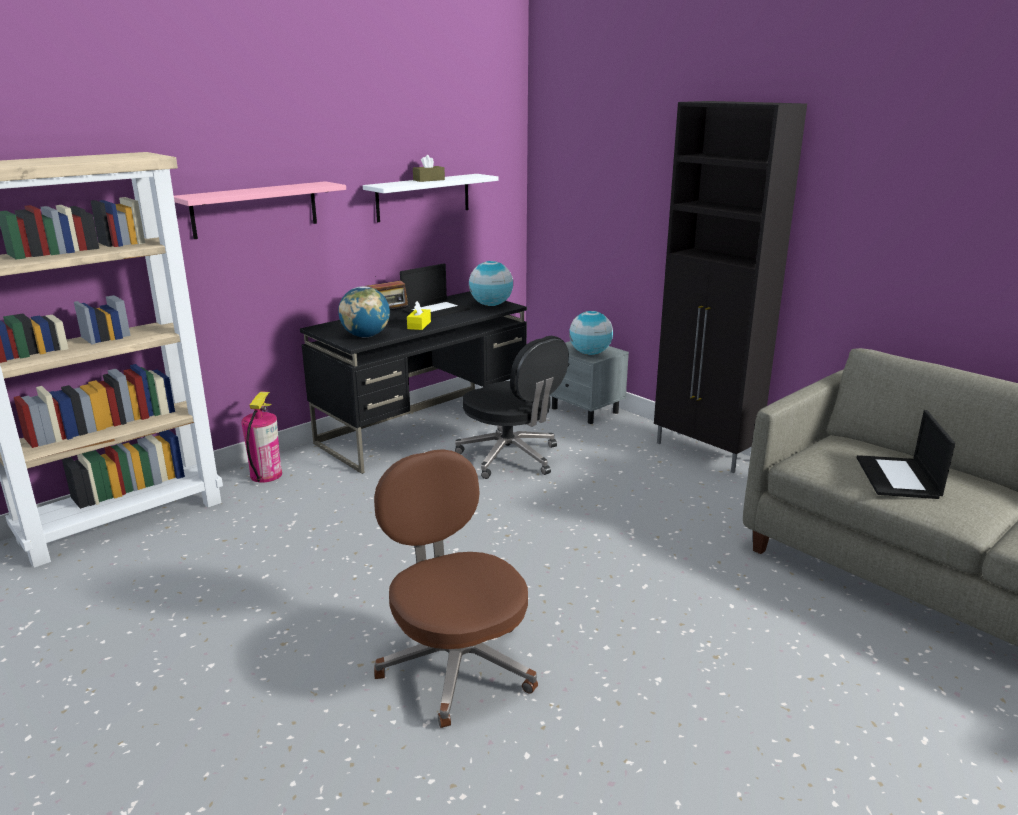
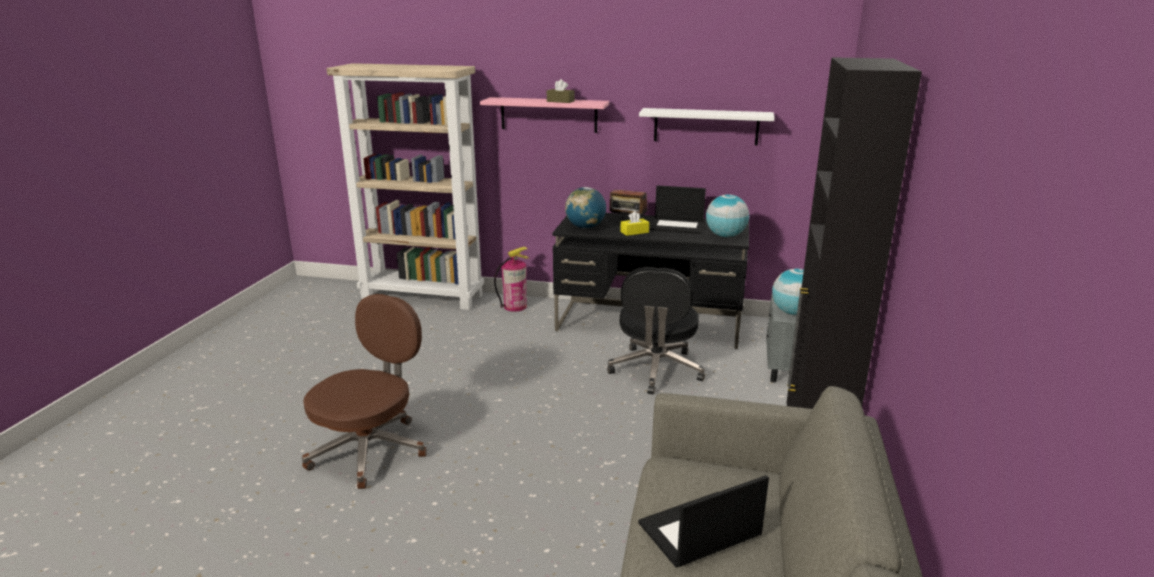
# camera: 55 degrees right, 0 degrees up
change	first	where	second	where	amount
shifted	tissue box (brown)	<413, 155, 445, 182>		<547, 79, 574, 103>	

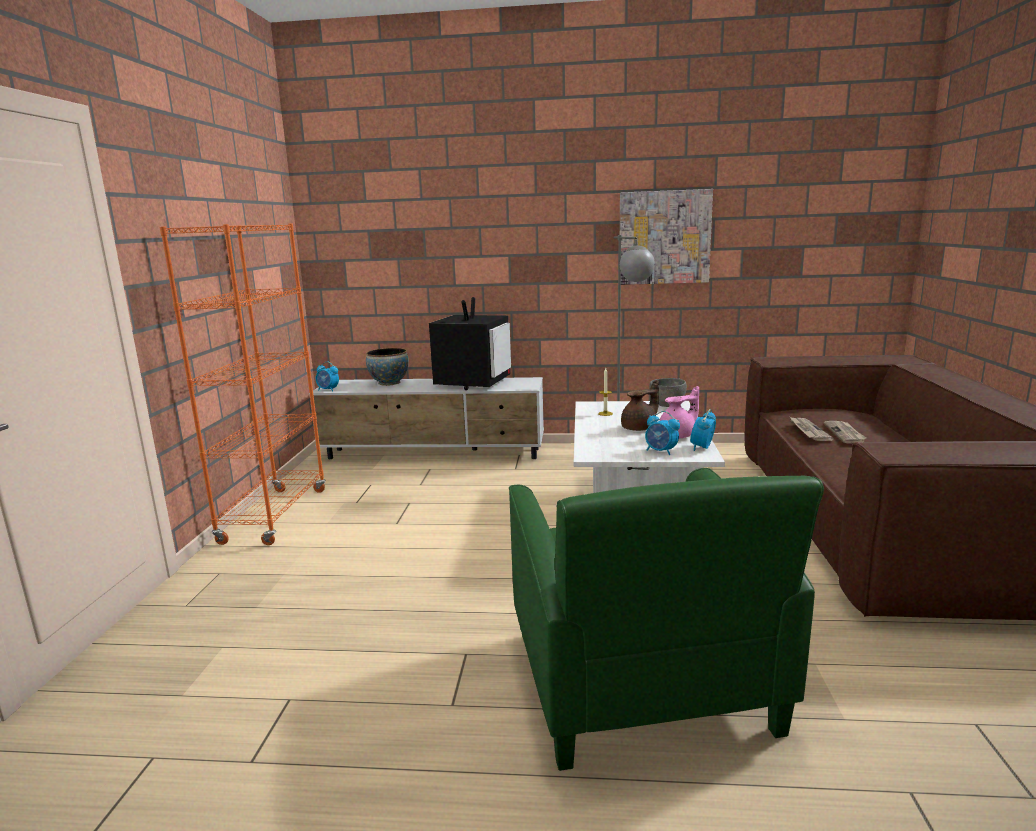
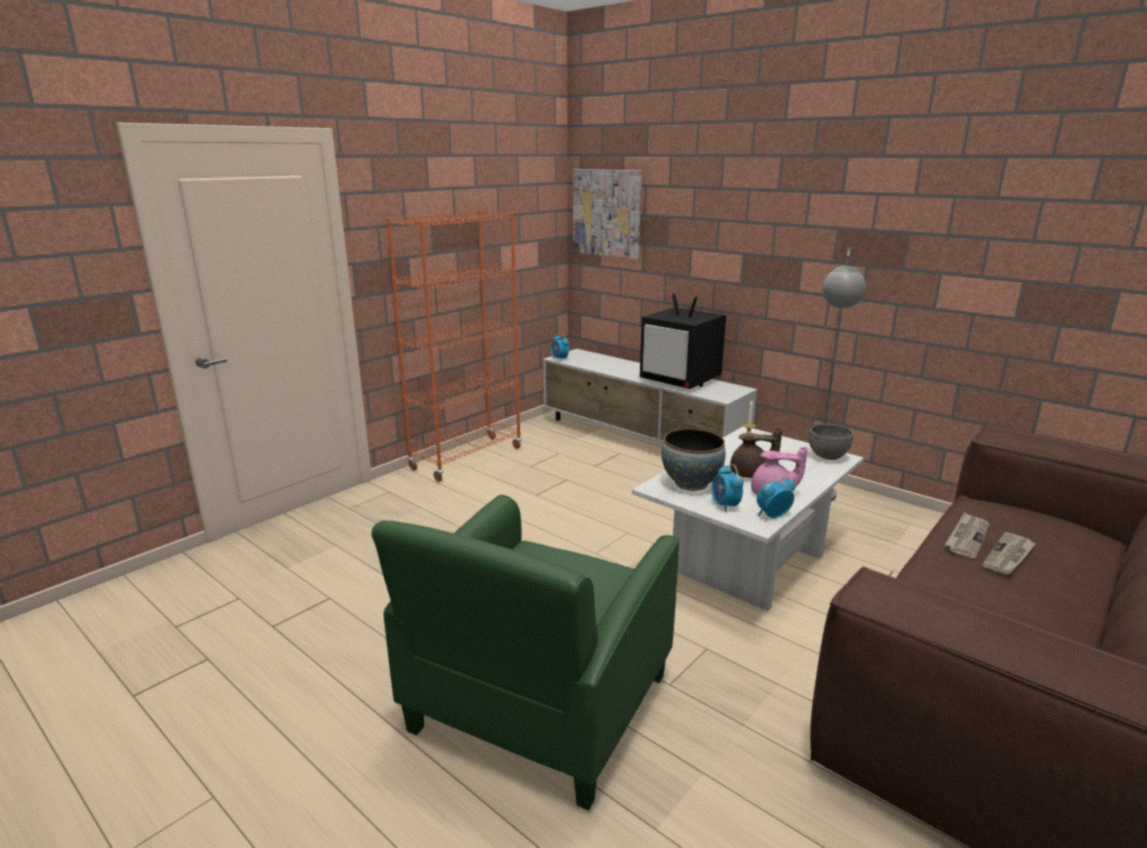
# camera: 35 degrees right, 5 degrees up
change	first	where	second	where	amount
shifted	bowl	<366, 348, 409, 386>		<661, 429, 726, 491>	
rotated	television	<429, 297, 511, 390>		<640, 293, 726, 389>	75 degrees clockwise
shifted	picture	<620, 189, 713, 285>		<573, 169, 642, 260>	

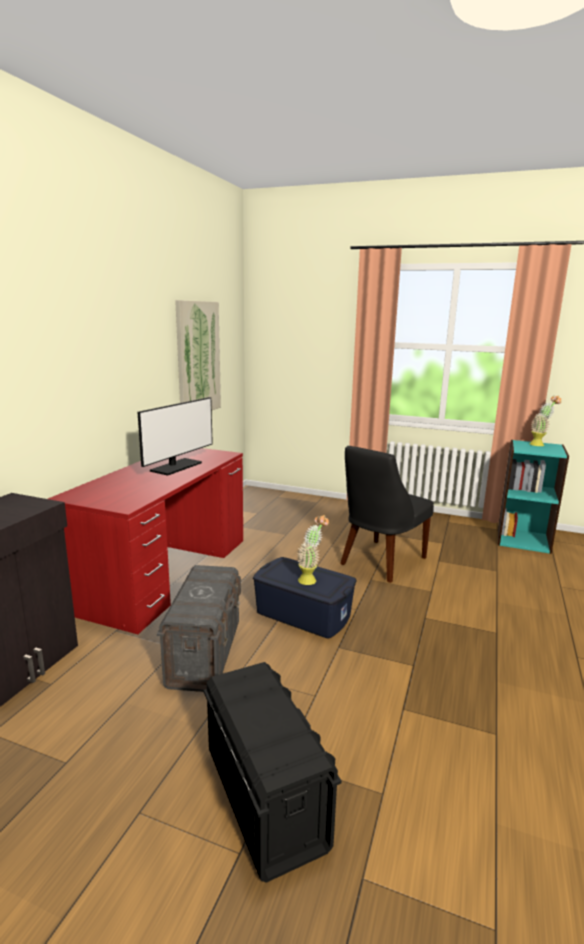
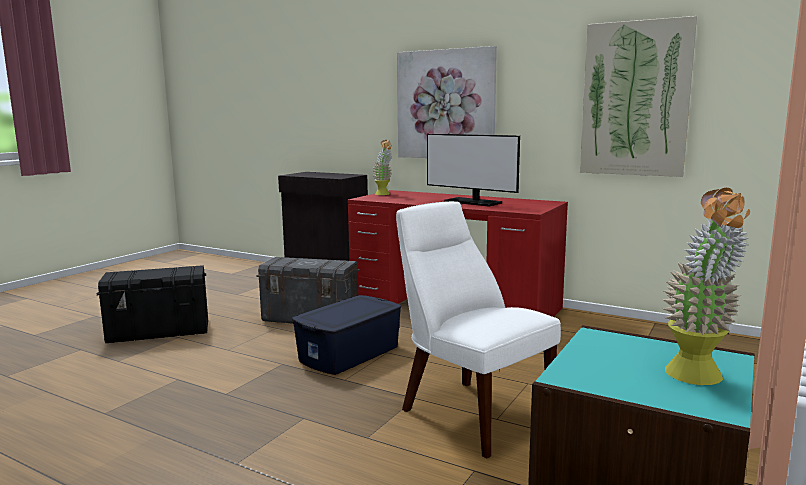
# camera: 100 degrees right, 5 degrees down
change	first	where	second	where	amount
shifted	potted plant	<297, 515, 329, 585>		<373, 140, 392, 195>	
repainted	chair (black)	<340, 446, 434, 583>	chair (white)	<396, 201, 561, 458>	
new			picture	<397, 46, 497, 158>	

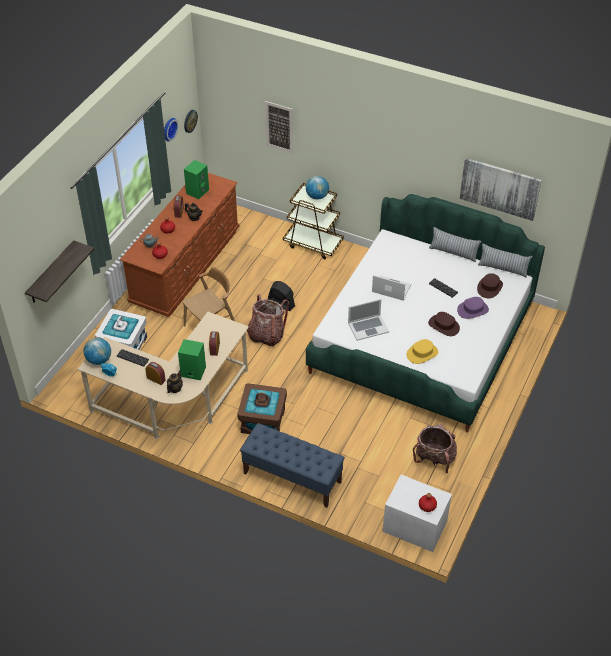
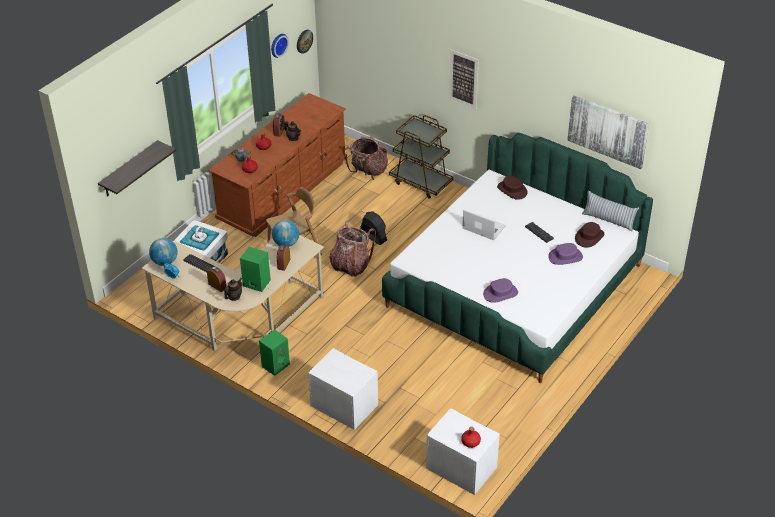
# camera: 10 degrees right, 5 degrees down
change	first	where	second	where	amount
shifted	speaker (green)	<184, 160, 209, 199>		<259, 329, 290, 376>	
gone	storage box (brown)	<237, 383, 287, 434>			
swapped	bench (blue)	<240, 423, 345, 508>	nightstand (white)	<308, 348, 378, 430>	
shifted	picture	<265, 101, 293, 154>		<449, 49, 479, 109>	
shifted	globe	<306, 176, 329, 200>		<272, 220, 299, 247>	
gone	laptop	<348, 299, 389, 341>			
repainted	hat (yellow)	<407, 339, 438, 364>	hat (purple)	<483, 278, 518, 303>	
shifted	backpack	<413, 424, 457, 474>		<344, 136, 388, 180>	
shifted	hat (brown)	<428, 312, 460, 336>		<497, 176, 527, 200>	
gone	pillow	<429, 227, 481, 263>			

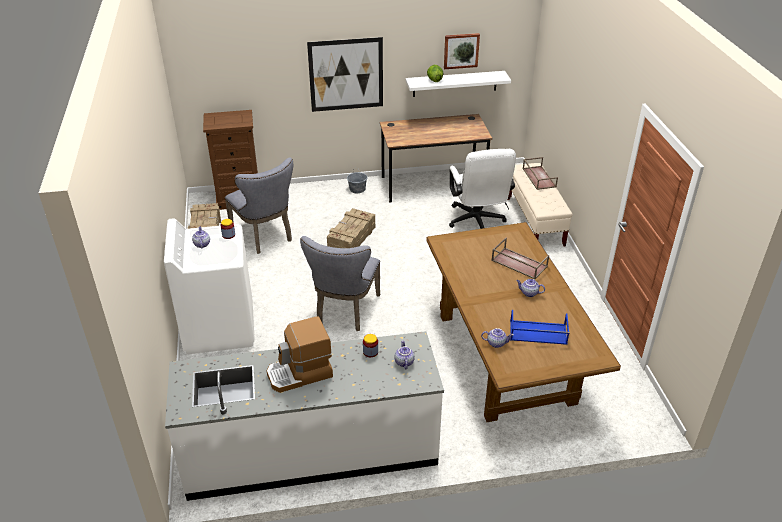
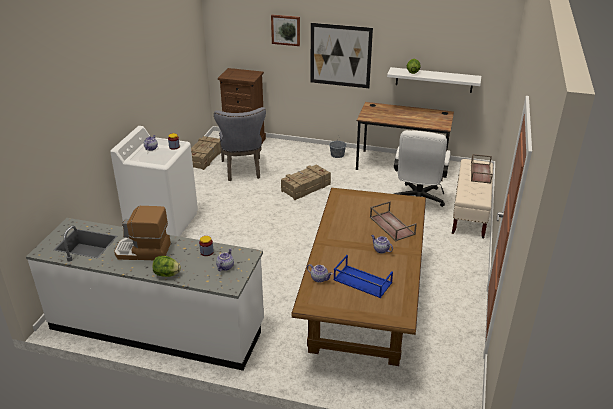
# camera: 25 degrees right, 5 degrees down
change	first	where	second	where	amount
gone	chair (grey)	<300, 236, 380, 331>			
shifted	picture	<444, 33, 480, 69>		<271, 15, 300, 46>	
new			lettuce	<153, 256, 181, 277>	

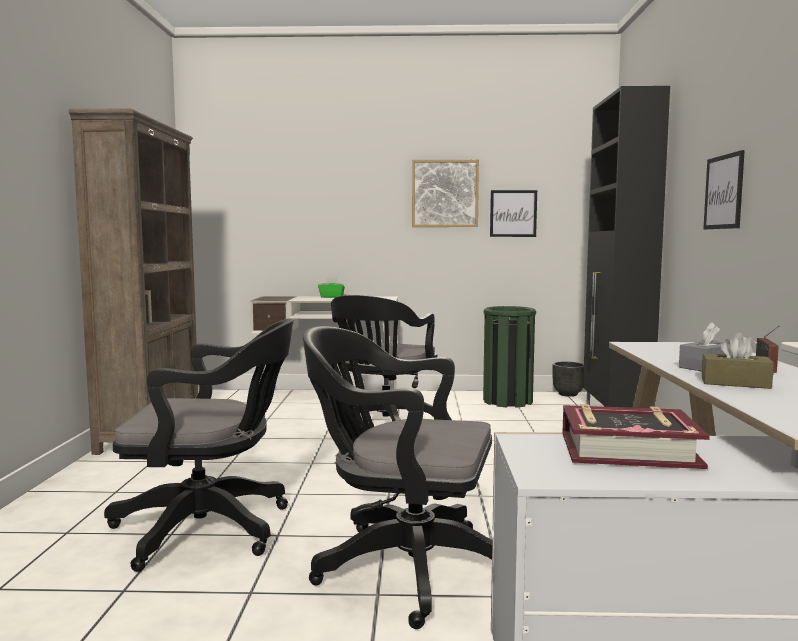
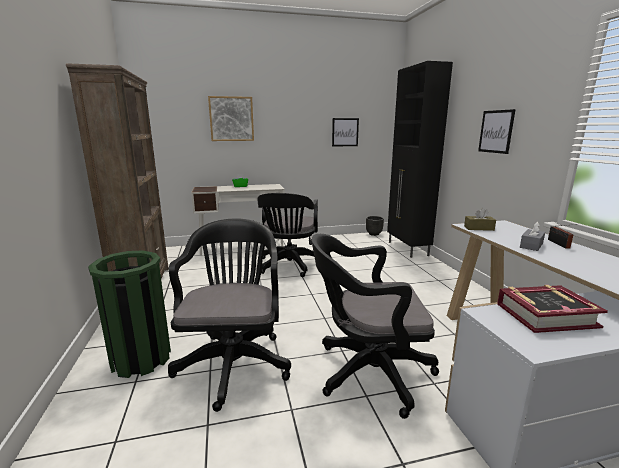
# camera: 15 degrees left, 10 degrees up
change	first	where	second	where	amount
rotated	office chair (black)	<104, 318, 294, 572>		<168, 218, 291, 412>	75 degrees counterclockwise
shifted	picture	<412, 160, 479, 227>		<208, 96, 254, 141>	
shifted	trash can (green)	<483, 306, 536, 408>		<88, 250, 171, 378>	
shifted	tissue box (brown)	<702, 333, 774, 389>		<464, 208, 496, 231>	

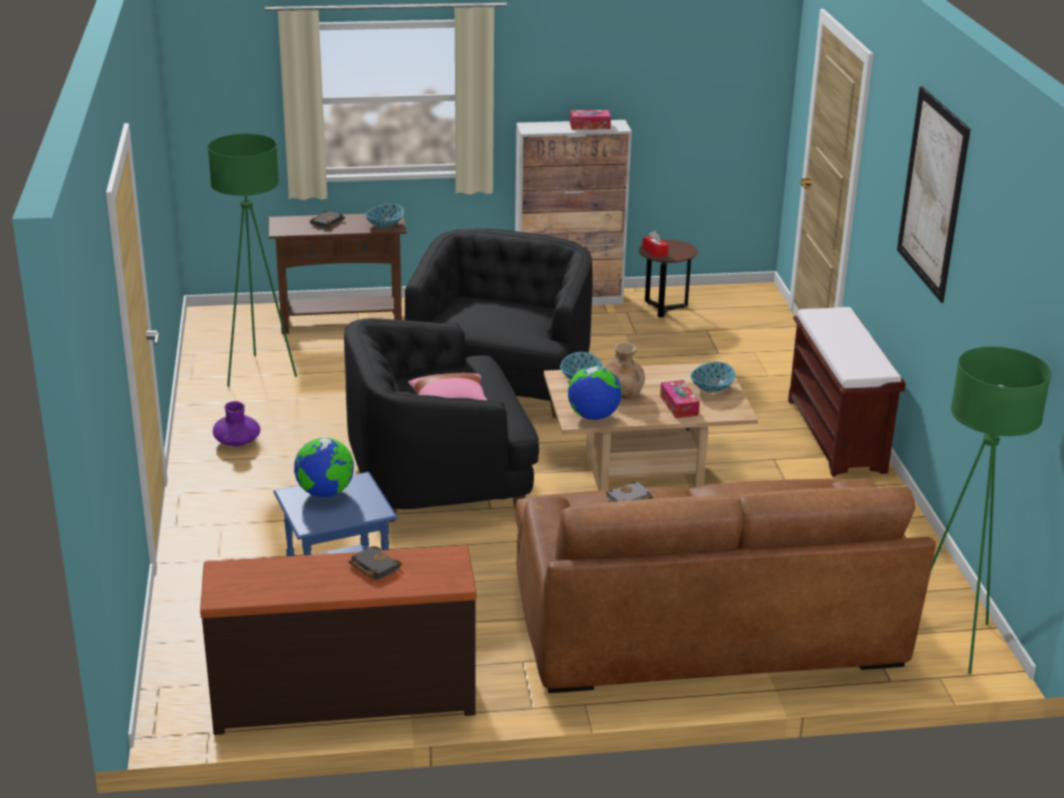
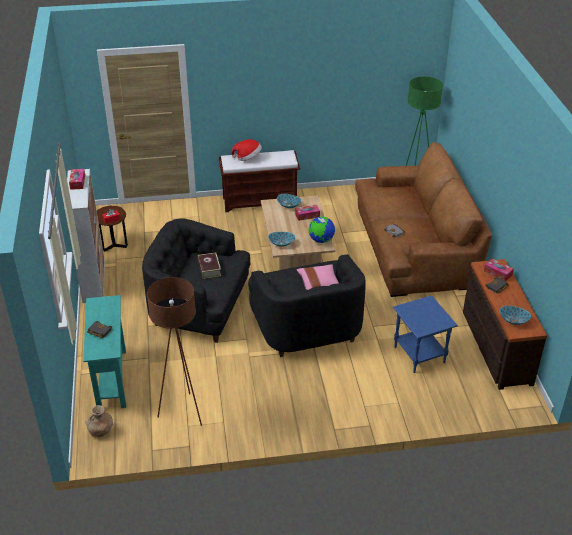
# camera: 90 degrees left, 10 degrees up
change	first	where	second	where	amount
repainted	floor lamp (green)	<208, 134, 297, 386>	floor lamp (brown)	<147, 277, 202, 426>	
gone	vase (purple)	<213, 401, 260, 446>			
repainted	console table (brown)	<269, 214, 407, 334>	console table (turquoise)	<83, 295, 126, 408>	
gone	globe	<294, 438, 354, 497>			
shifted	bowl	<365, 203, 404, 228>		<500, 306, 531, 325>	
shifted	vase (brown)	<604, 342, 645, 399>		<85, 405, 113, 437>	
gone	picture	<897, 86, 971, 303>			
new			book	<198, 252, 221, 279>	
new			hat	<232, 139, 262, 161>	
new			tissue box	<484, 259, 514, 281>	

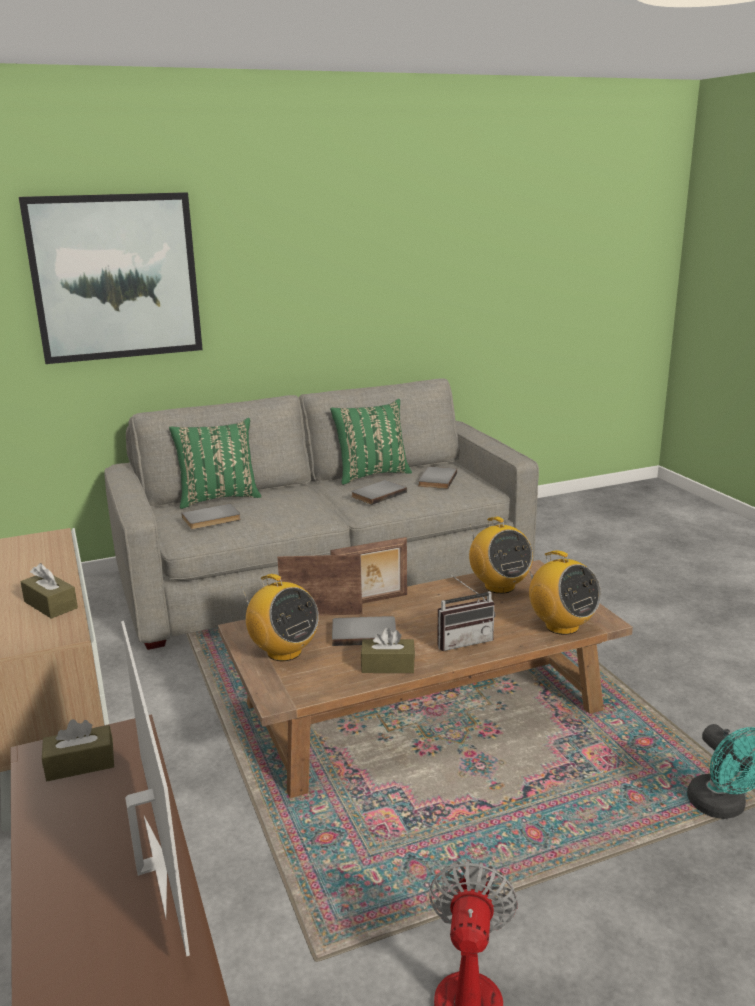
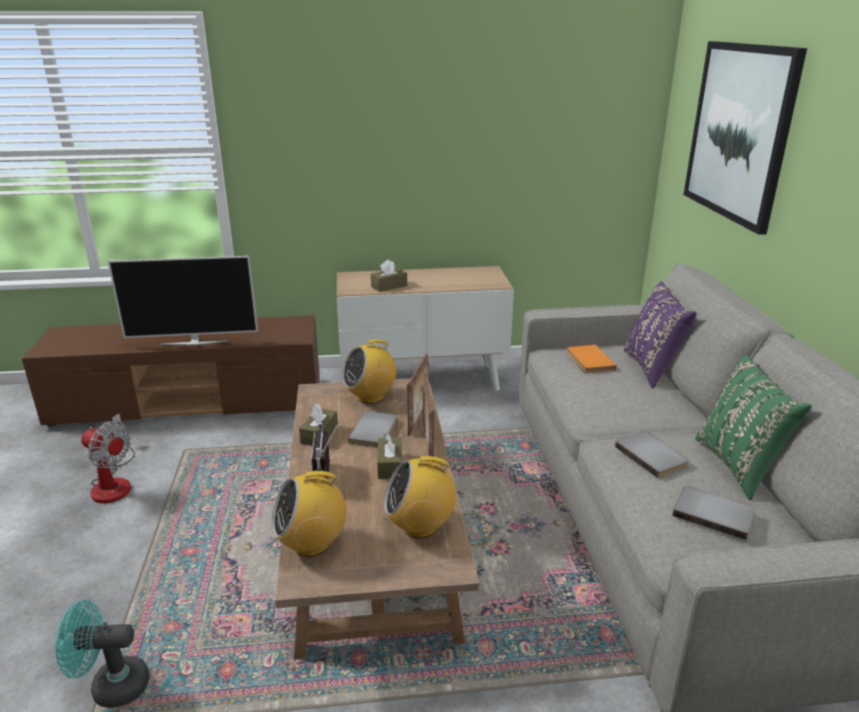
# camera: 105 degrees right, 5 degrees up
change	first	where	second	where	amount
shifted	tissue box (brown)	<42, 719, 114, 781>		<377, 433, 402, 479>	
repainted	pillow (green)	<169, 418, 261, 509>	pillow (purple)	<624, 282, 697, 389>	
repainted	book (grey)	<181, 504, 241, 529>	book (orange)	<567, 345, 616, 374>	

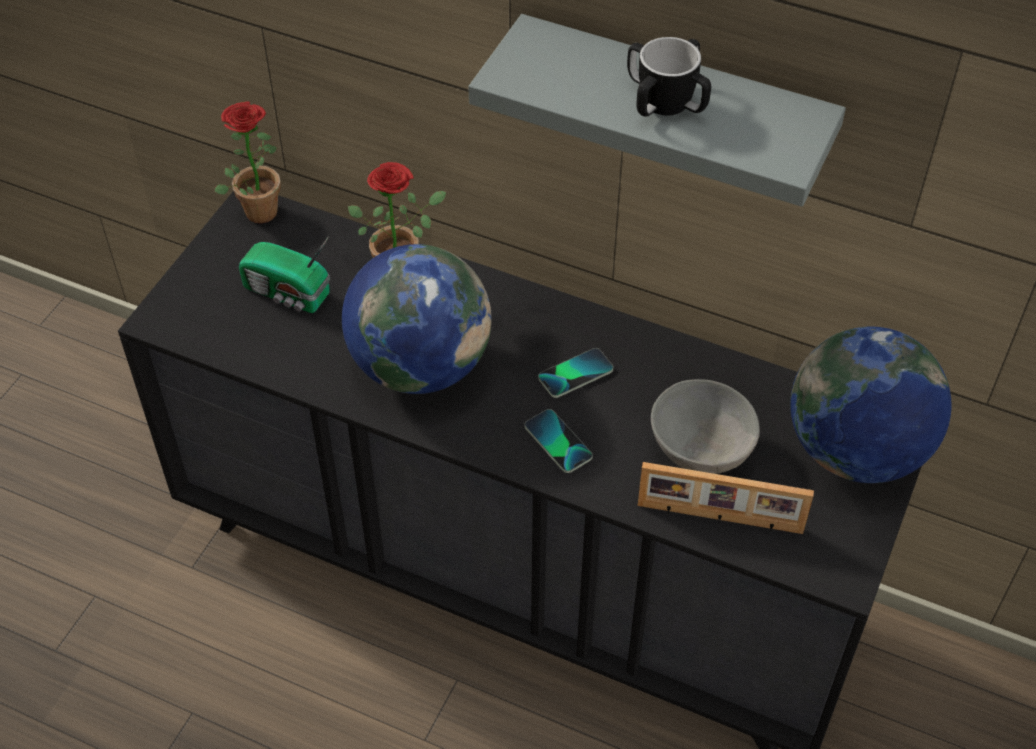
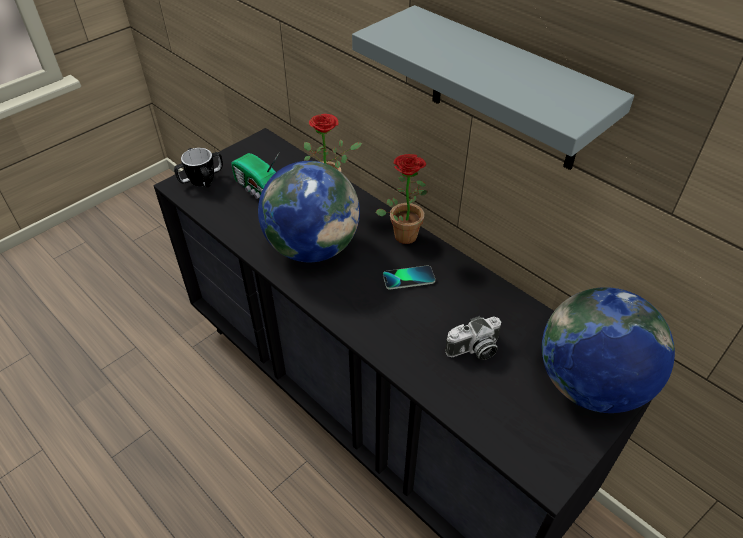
# camera: 20 degrees right, 5 degrees down
change	first	where	second	where	amount
shifted	potted plant	<215, 102, 280, 223>		<376, 154, 428, 244>	
gone	phone	<525, 409, 592, 473>			
shifted	mug	<627, 37, 711, 117>		<174, 148, 223, 187>	
gone	picture frame	<638, 462, 814, 534>			
swapped	bowl (grey)	<651, 379, 760, 474>	photo camera	<445, 316, 501, 360>	

